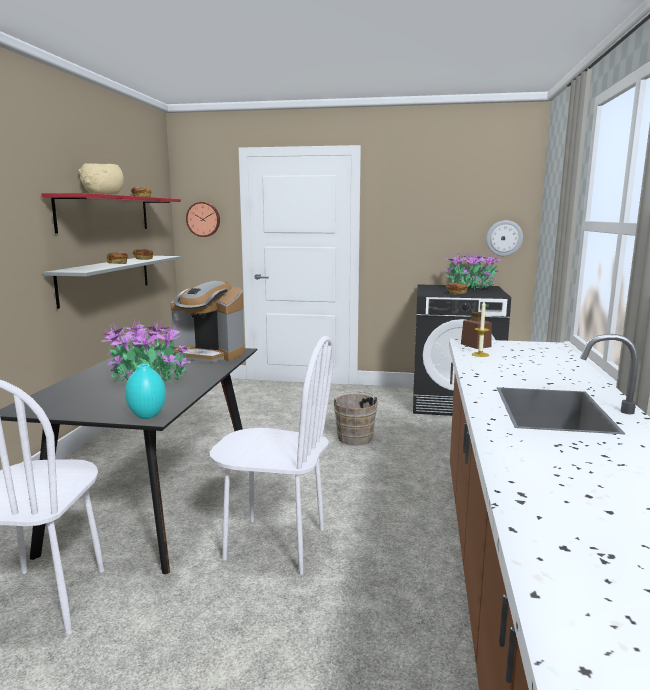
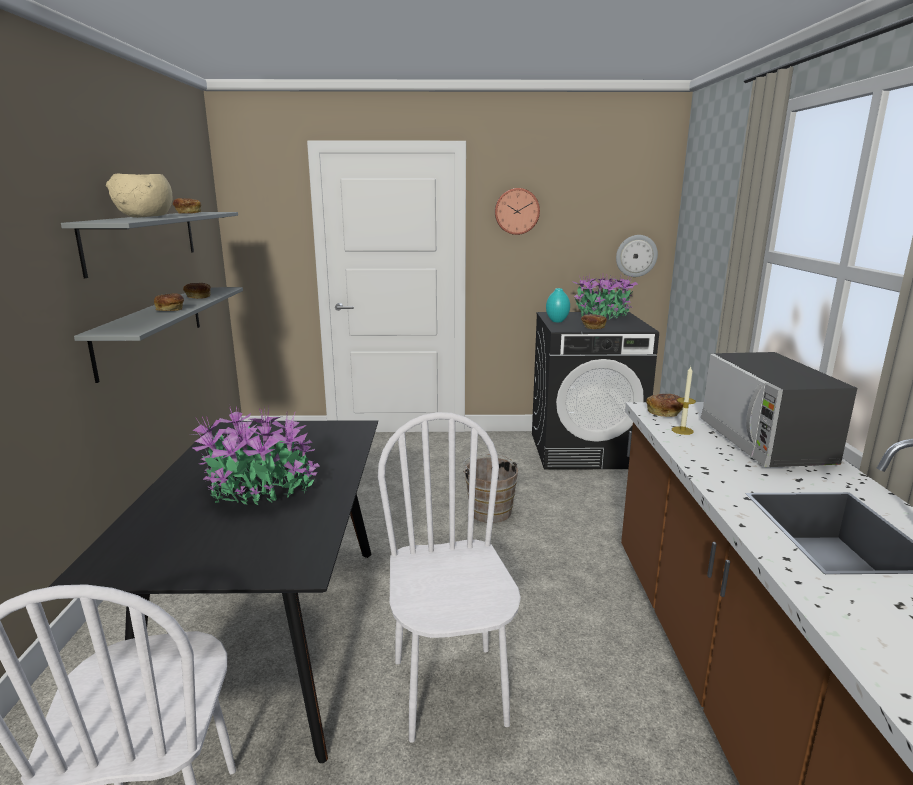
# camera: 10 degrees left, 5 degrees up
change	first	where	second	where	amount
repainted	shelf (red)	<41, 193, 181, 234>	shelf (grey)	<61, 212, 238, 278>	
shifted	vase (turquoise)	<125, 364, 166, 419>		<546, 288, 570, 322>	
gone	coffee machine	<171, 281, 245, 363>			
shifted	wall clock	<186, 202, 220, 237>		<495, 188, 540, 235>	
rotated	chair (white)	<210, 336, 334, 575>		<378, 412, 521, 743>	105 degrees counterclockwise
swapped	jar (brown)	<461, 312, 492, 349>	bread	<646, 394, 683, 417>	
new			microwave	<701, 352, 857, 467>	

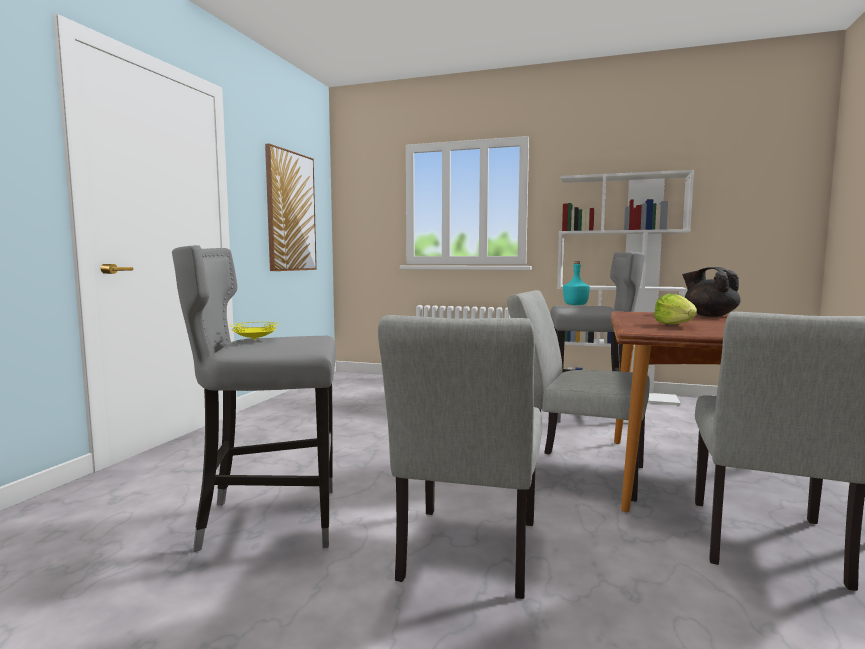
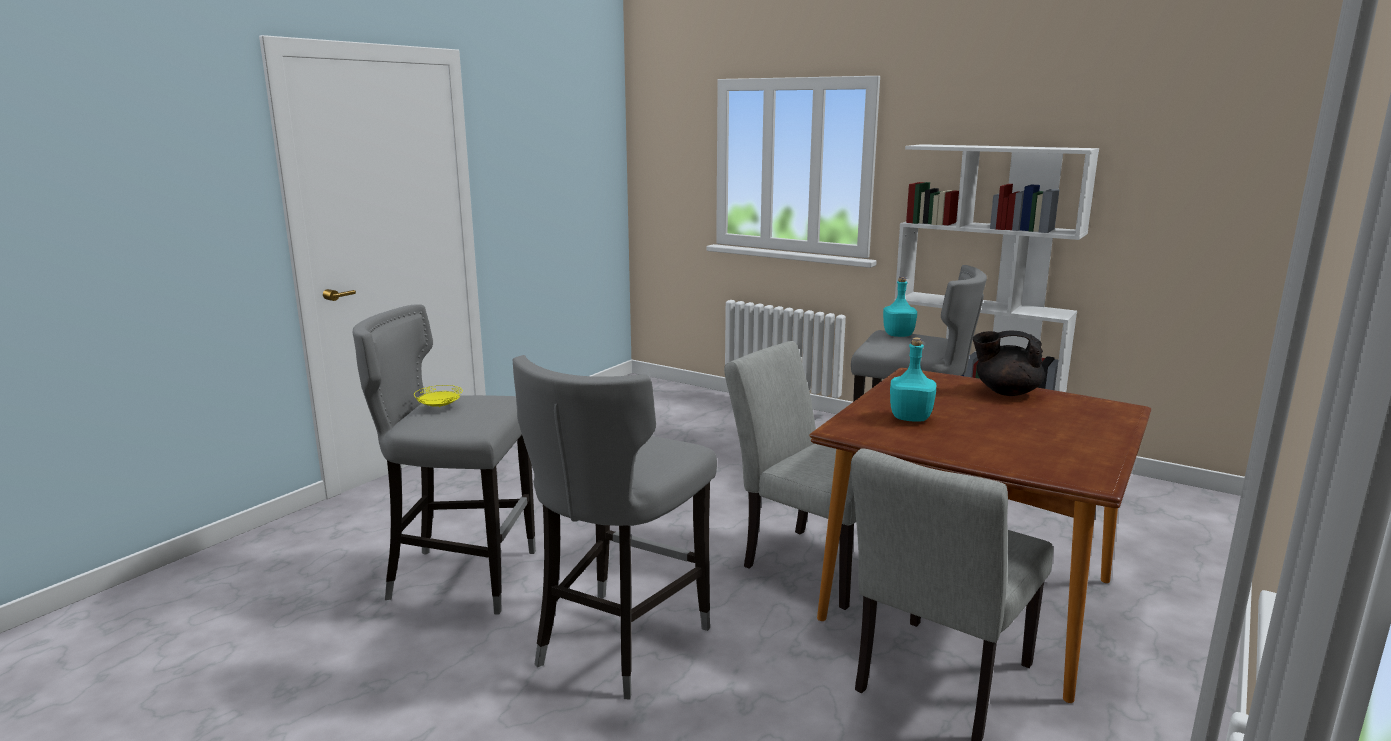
# camera: 15 degrees right, 10 degrees up
change	first	where	second	where	amount
gone	picture	<265, 144, 317, 271>			
swapped	chair (grey)	<378, 315, 542, 599>	stool (grey)	<513, 355, 717, 699>	
swapped	lettuce	<654, 294, 697, 324>	bottle (turquoise)	<890, 338, 936, 422>	
rotated	teapot (black)	<682, 267, 741, 317>		<973, 330, 1045, 396>	60 degrees counterclockwise

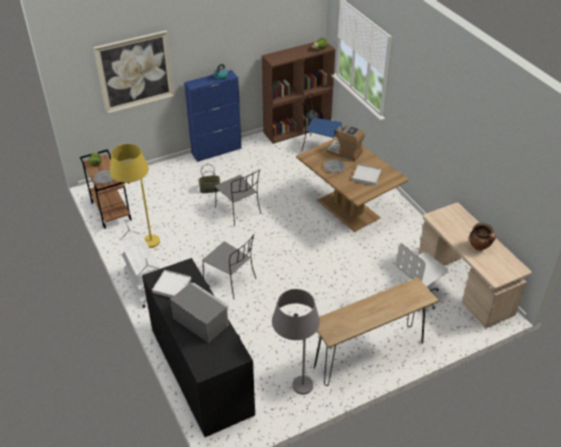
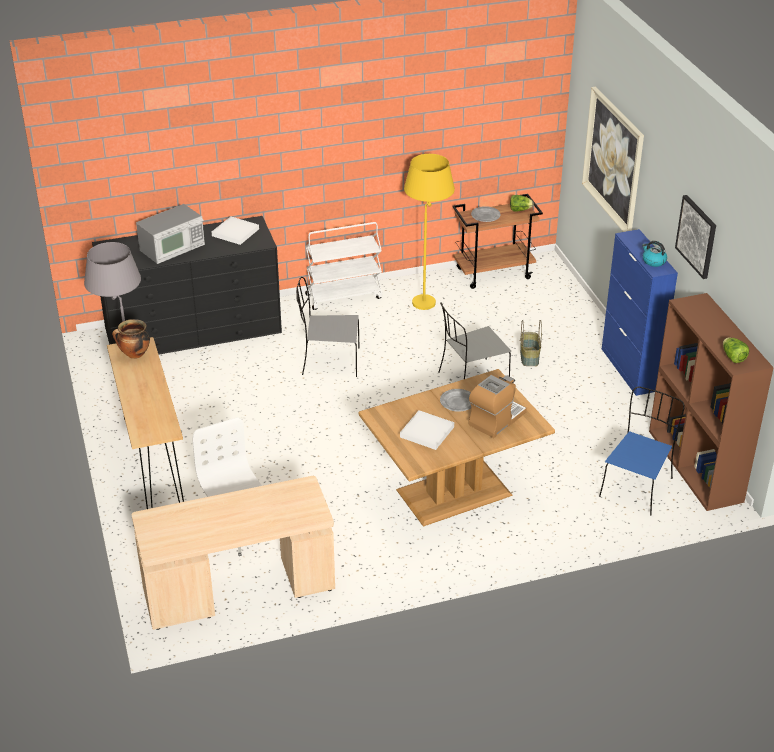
# camera: 100 degrees right, 5 degrees down
change	first	where	second	where	amount
rotated	chair (grey)	<202, 234, 256, 299>		<296, 277, 359, 377>	45 degrees clockwise
shifted	cooking pot	<469, 223, 496, 251>		<112, 319, 150, 359>	
new			picture	<675, 195, 716, 279>	

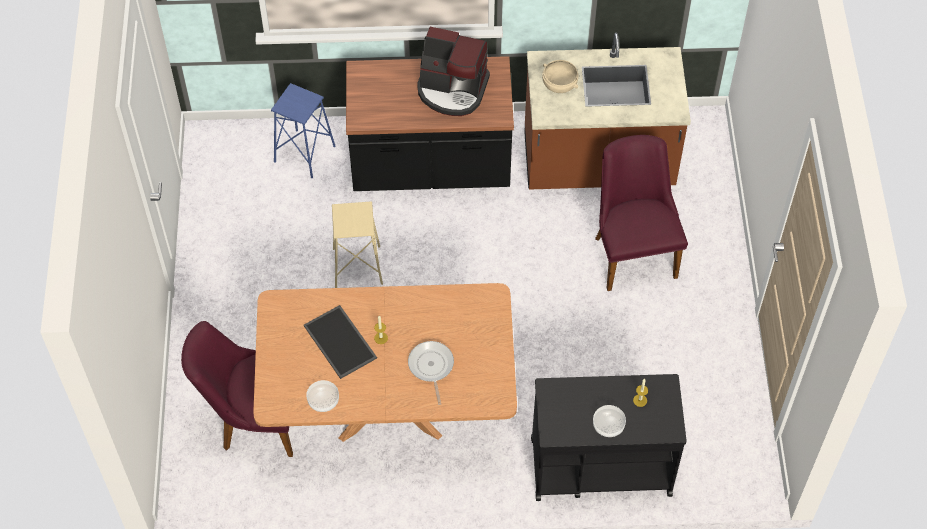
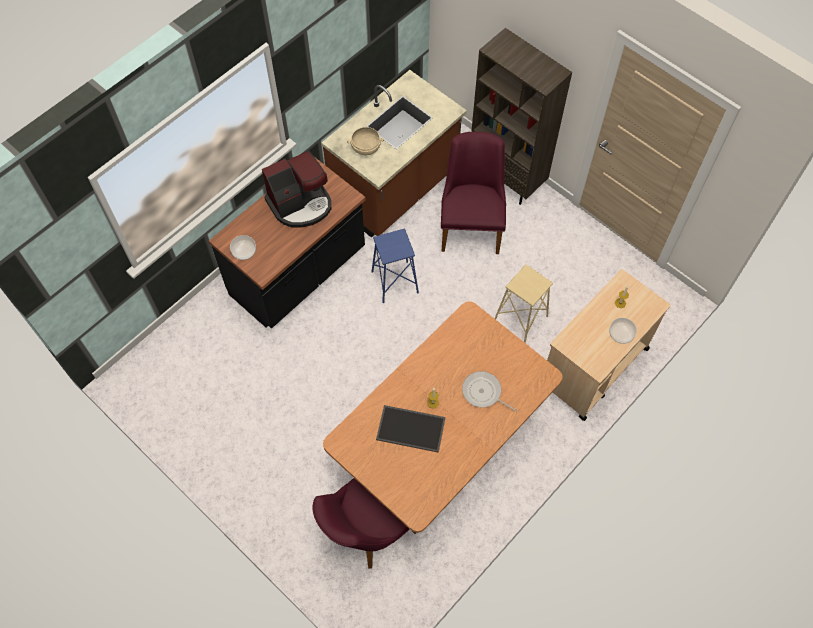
# camera: 45 degrees left, 5 degrees up
change	first	where	second	where	amount
shifted	stool (blue)	<271, 83, 336, 178>		<372, 228, 419, 303>	
shifted	bowl	<306, 380, 339, 412>		<230, 235, 256, 260>	
shifted	stool (beige)	<332, 201, 383, 288>		<494, 264, 553, 343>	
repainted	cart (black)	<531, 374, 687, 501>	cart (beige)	<547, 269, 671, 421>	
rotated	chair (purple)	<595, 135, 688, 291>		<441, 132, 506, 254>	60 degrees clockwise
new			bookcase (brown)	<471, 28, 572, 205>	

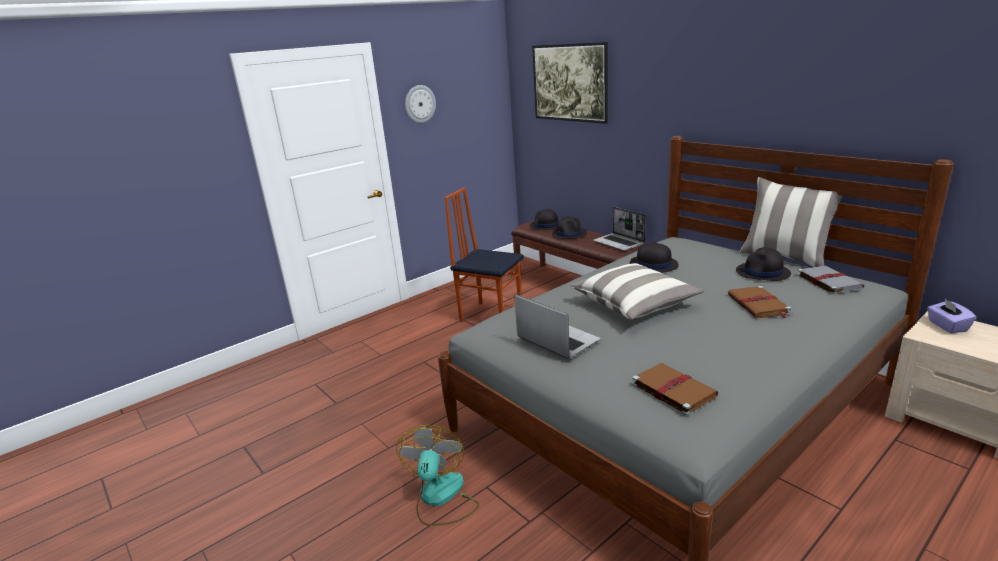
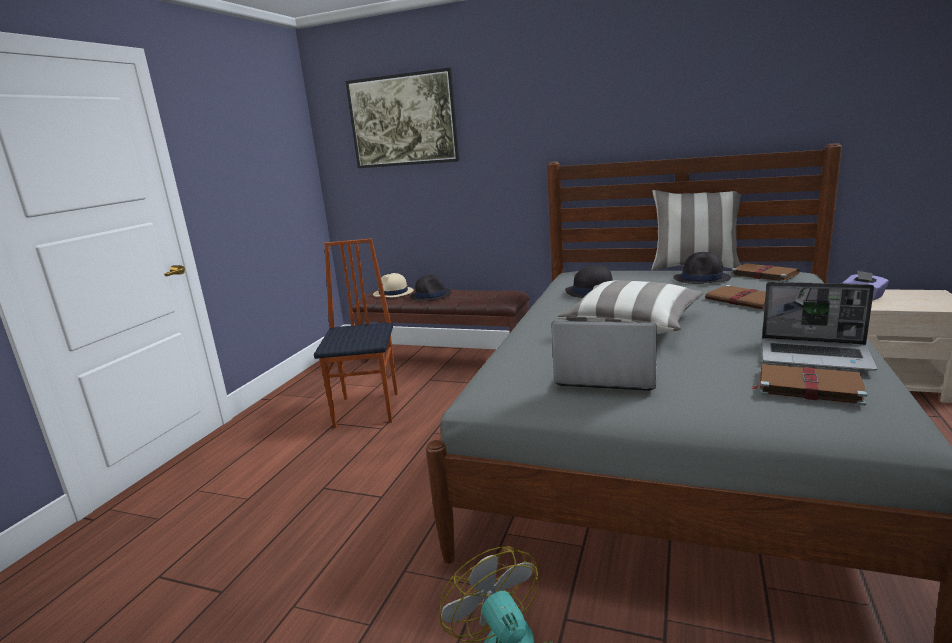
# camera: 30 degrees left, 5 degrees down
change	first	where	second	where	amount
gone	wall clock	<405, 85, 436, 123>			
rotated	chair	<445, 188, 524, 322>		<314, 238, 398, 428>	90 degrees clockwise
repainted	hat (black)	<530, 209, 558, 230>	hat (beige)	<373, 273, 414, 297>	
shifted	laptop	<593, 207, 646, 251>		<762, 282, 878, 370>	
repainted	book (grey)	<797, 266, 865, 294>	book (brown)	<730, 263, 800, 282>	

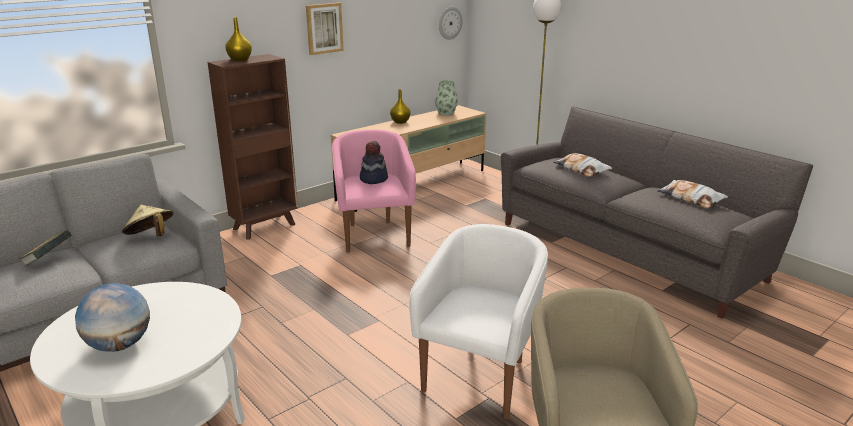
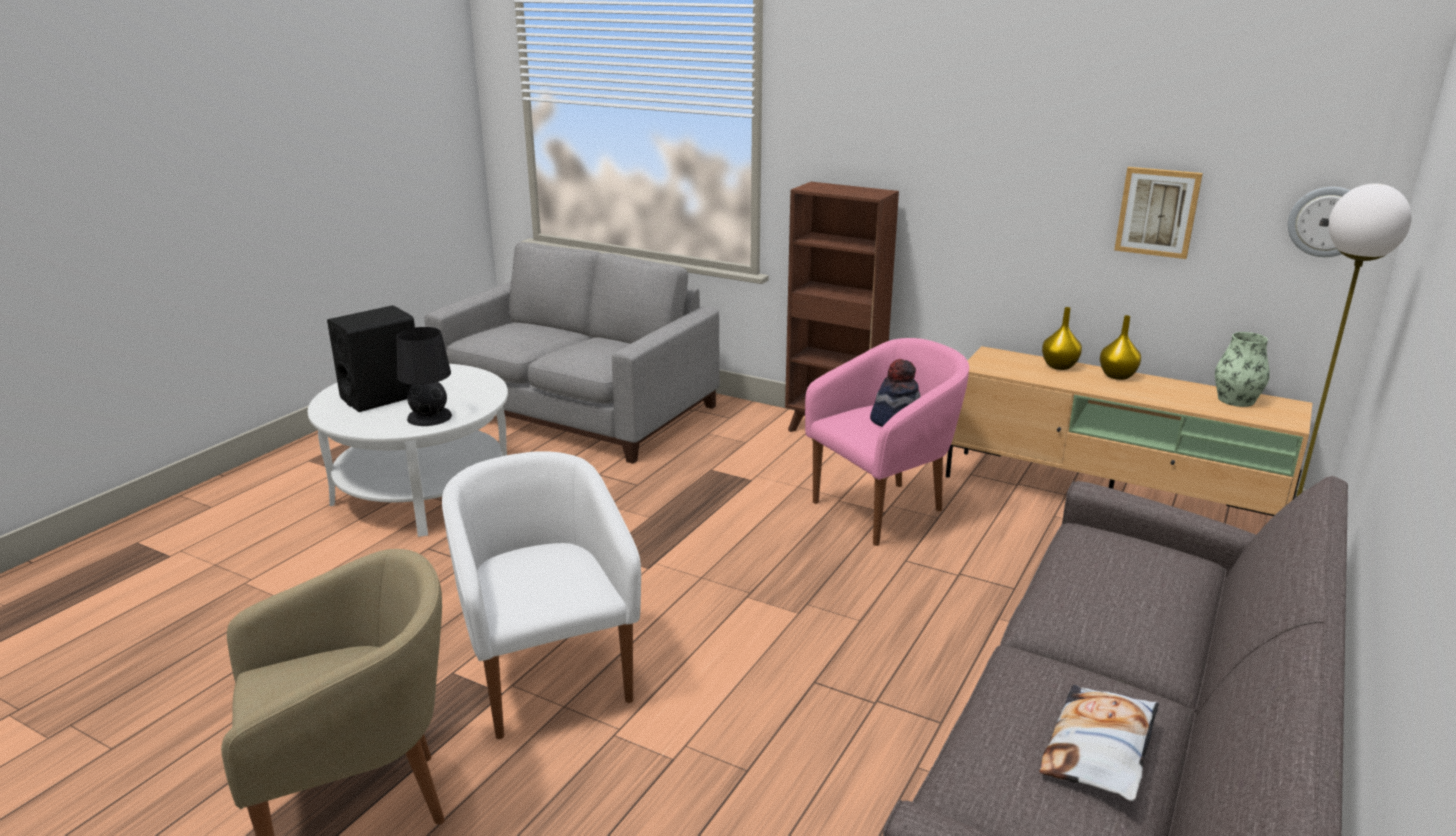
# camera: 70 degrees right, 0 degrees up
change	first	where	second	where	amount
gone	book	<19, 229, 72, 266>			
swapped	globe	<75, 283, 150, 352>	speaker (black)	<327, 305, 415, 412>	
gone	hat (beige)	<122, 204, 173, 236>			
shifted	vase (yellow)	<225, 17, 252, 61>		<1042, 307, 1082, 370>	
shifted	picture	<306, 3, 344, 55>		<1114, 167, 1203, 259>	
rotated	armchair (white)	<409, 224, 548, 419>		<442, 451, 641, 739>	120 degrees counterclockwise
gone	pillow	<553, 153, 612, 177>			
new			table lamp (black)	<397, 327, 452, 426>	

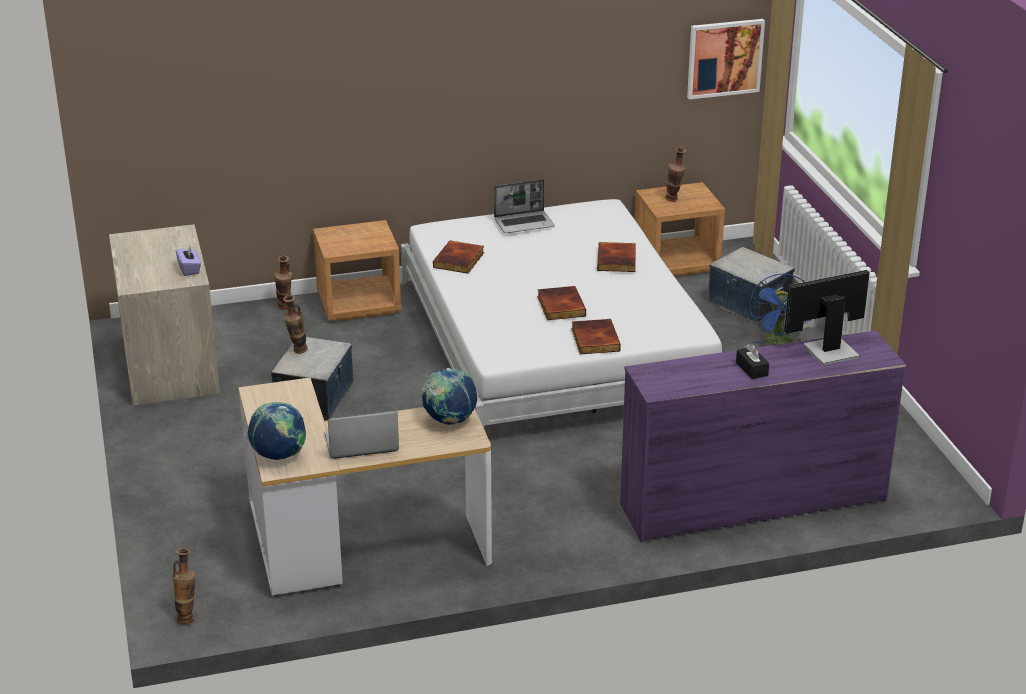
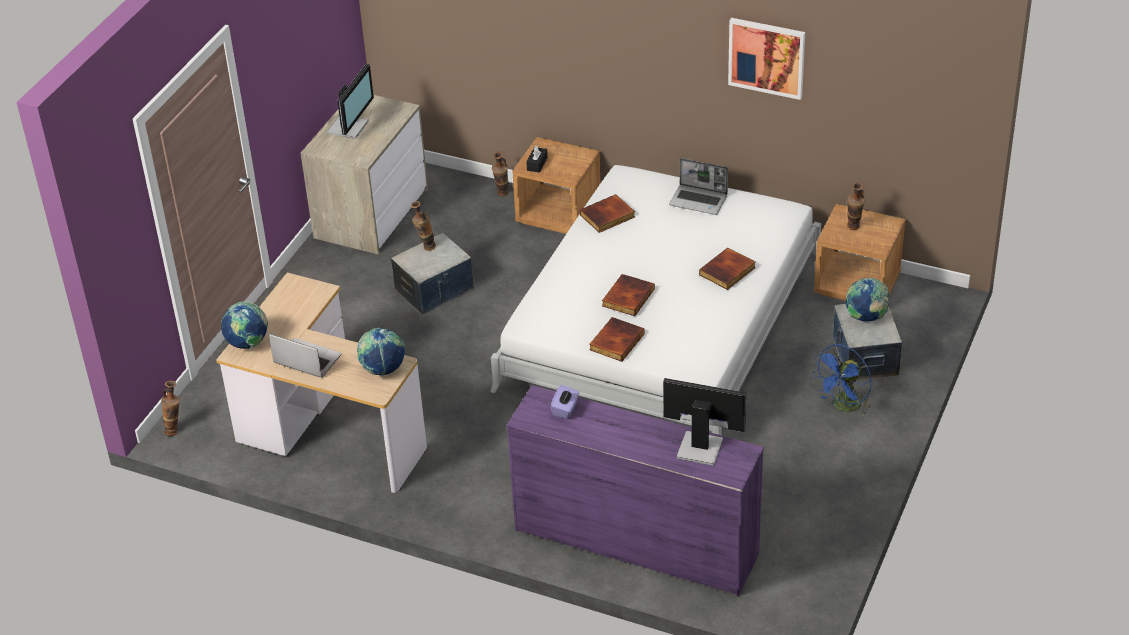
# camera: 40 degrees right, 10 degrees up
change	first	where	second	where	amount
shifted	tissue box (purple)	<176, 246, 201, 276>		<551, 385, 579, 419>	
shifted	picture	<687, 19, 765, 99>		<728, 18, 805, 100>	
shifted	tissue box (black)	<736, 344, 769, 379>		<526, 145, 548, 173>	
new			monitor	<327, 64, 374, 139>	
new			globe	<846, 277, 890, 322>	

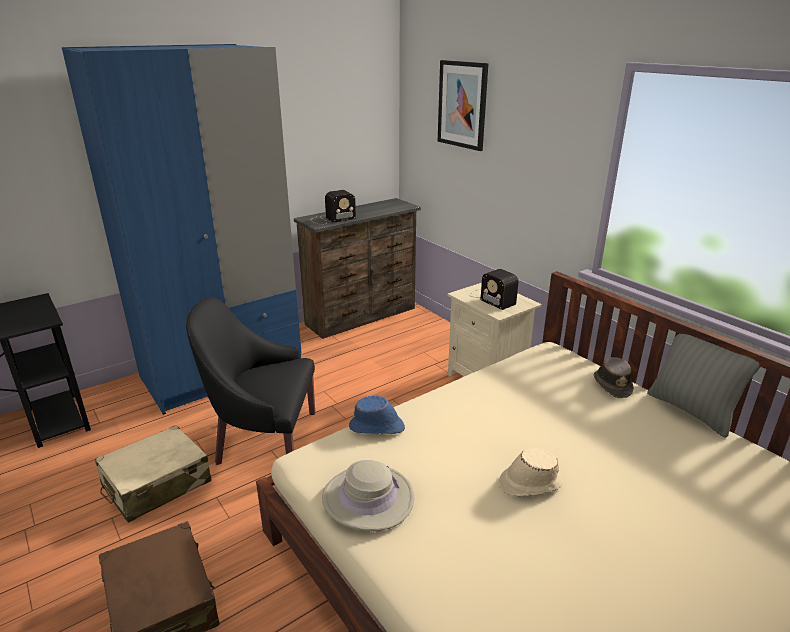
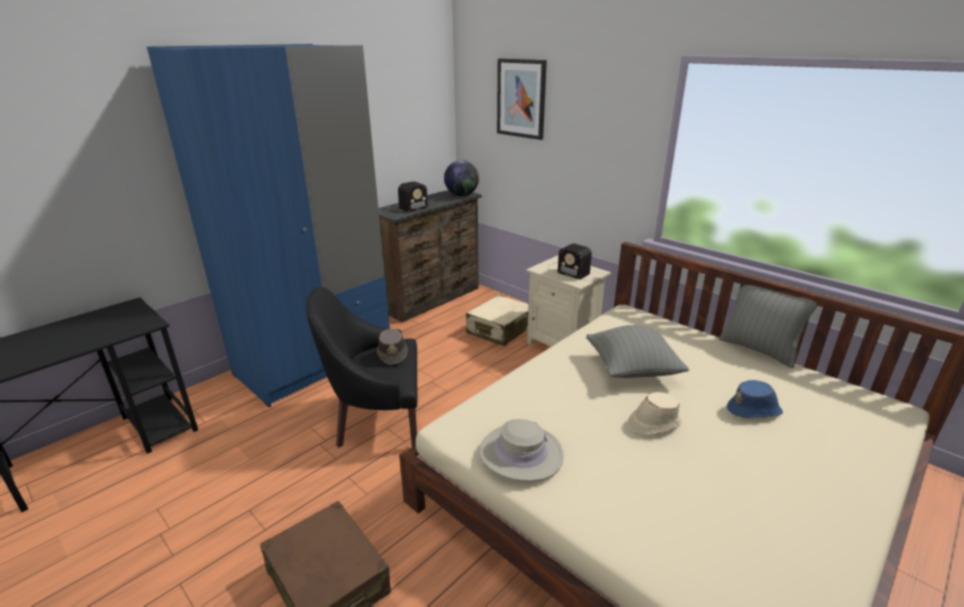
# camera: 10 degrees left, 0 degrees up
change	first	where	second	where	amount
shifted	suitcase (beige)	<95, 425, 212, 523>		<466, 295, 529, 346>	
shifted	hat (blue)	<349, 396, 405, 434>		<727, 380, 783, 418>	
shifted	hat (brown)	<594, 357, 634, 398>		<377, 329, 408, 365>	
new			globe	<444, 160, 479, 196>	
new			pillow (grey)	<586, 325, 689, 378>	

